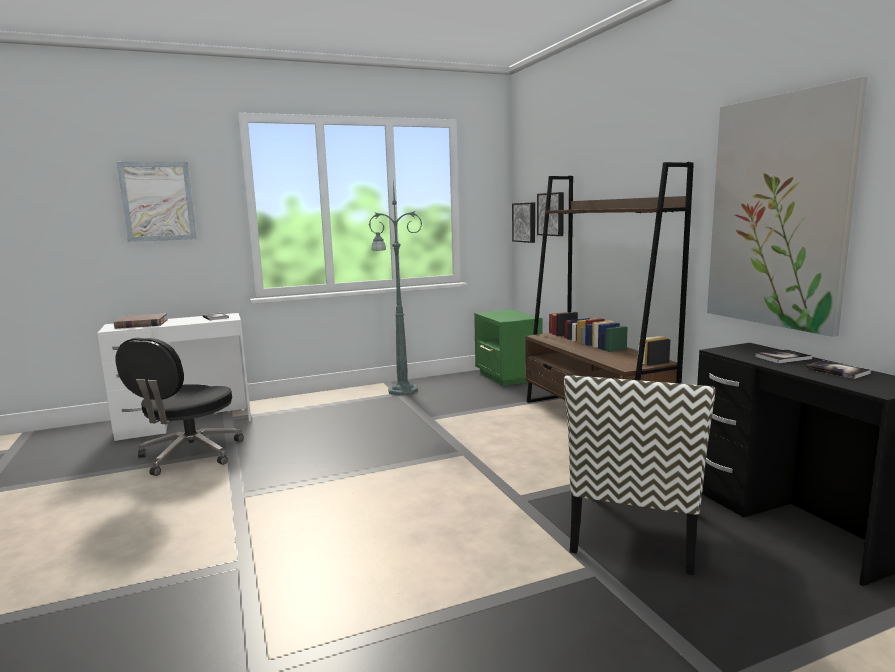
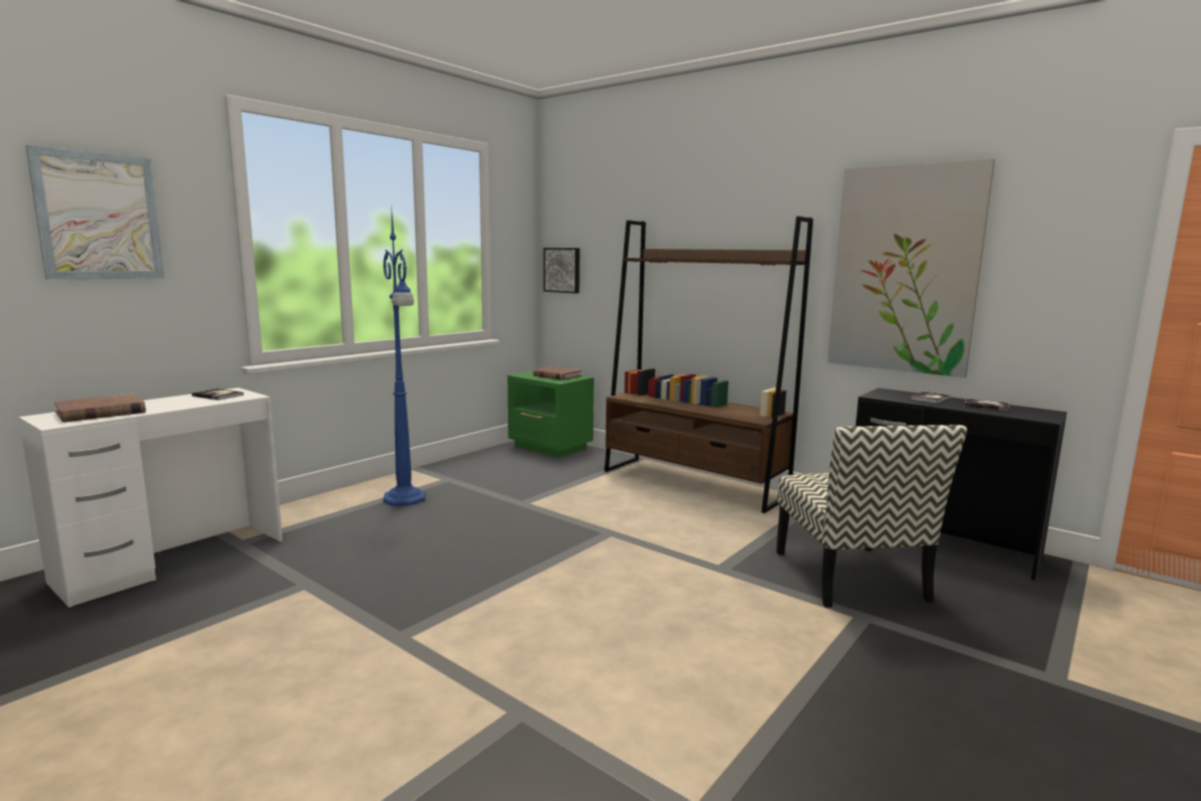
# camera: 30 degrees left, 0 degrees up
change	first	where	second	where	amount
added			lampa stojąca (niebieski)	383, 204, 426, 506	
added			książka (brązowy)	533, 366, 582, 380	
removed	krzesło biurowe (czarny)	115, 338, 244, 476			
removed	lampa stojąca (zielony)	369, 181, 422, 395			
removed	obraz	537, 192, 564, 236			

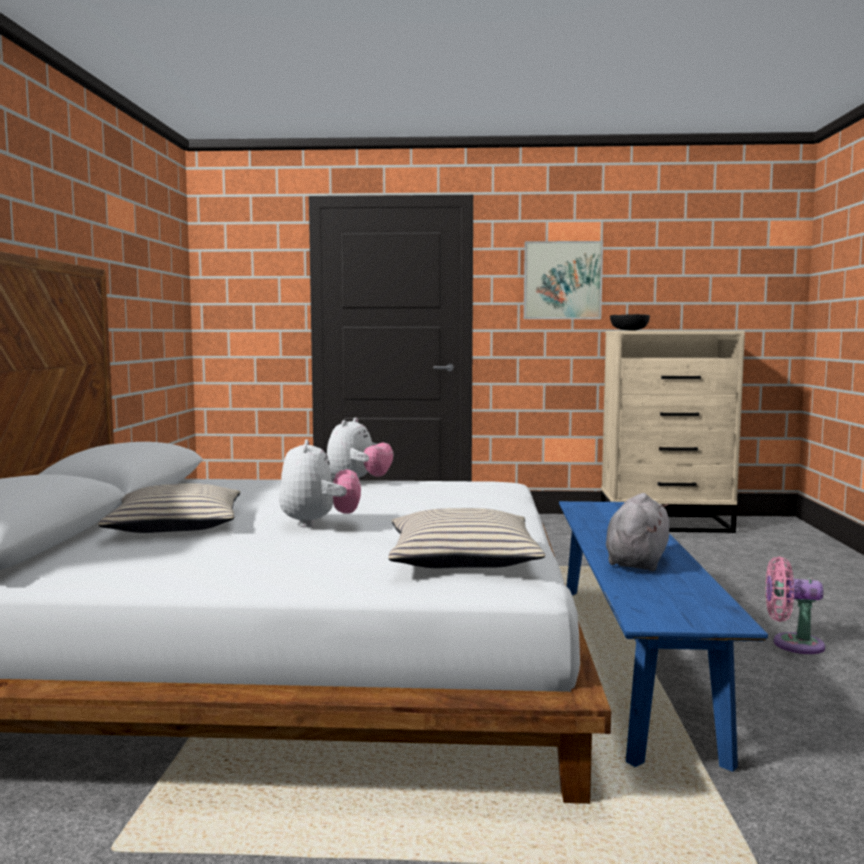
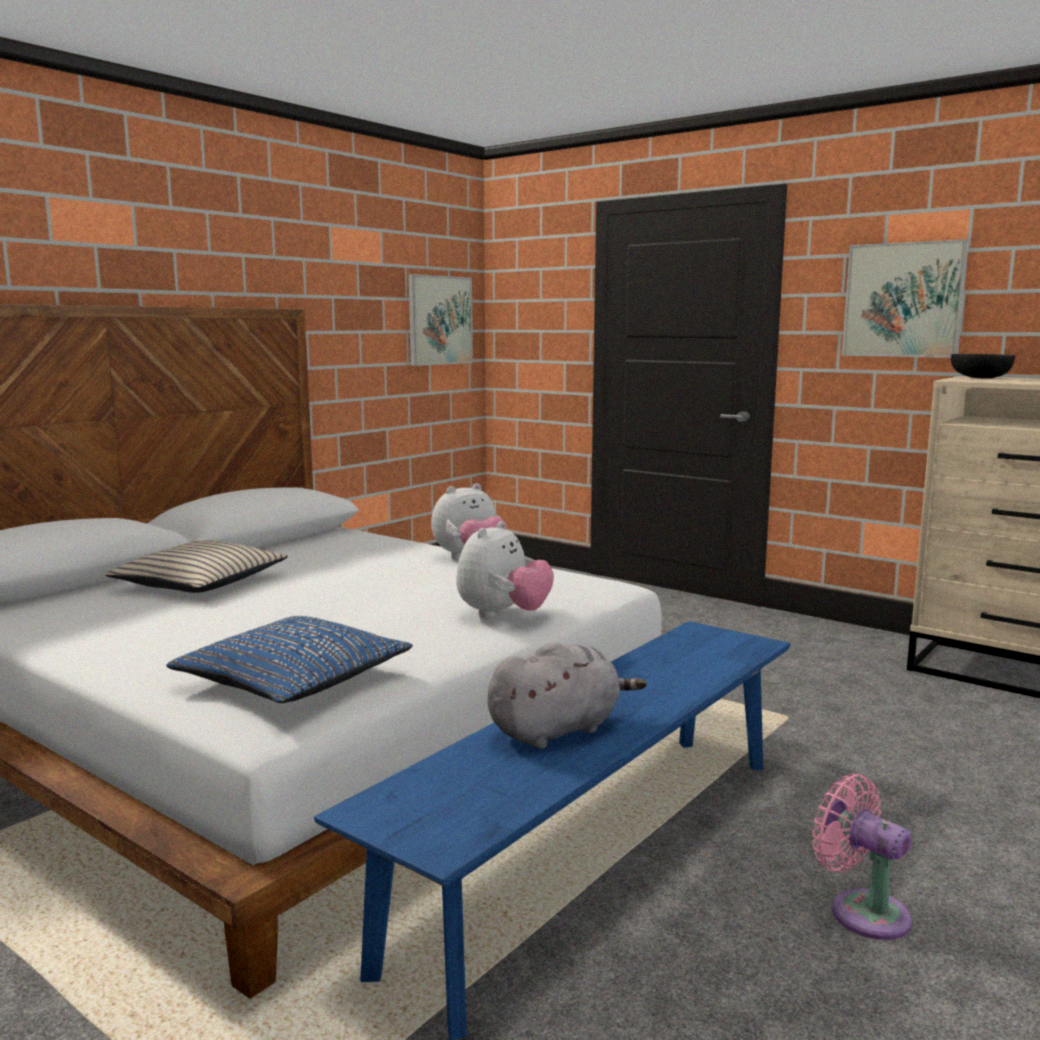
# camera: 35 degrees right, 5 degrees up
change	first	where	second	where	amount
recoloured	poduszka (beżowy)	388, 508, 545, 568	poduszka (niebieski)	167, 616, 413, 703	
added			obraz	408, 274, 473, 366	
moved	pluszak	279, 439, 361, 527		456, 521, 554, 619	

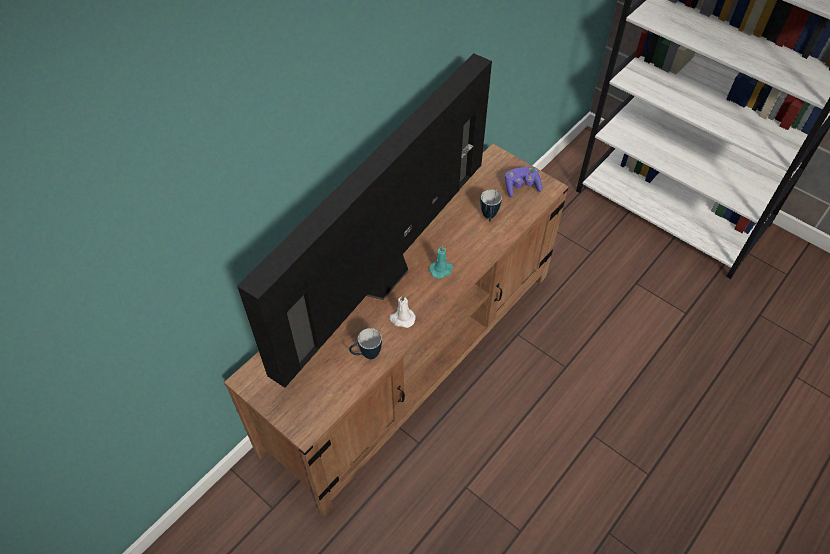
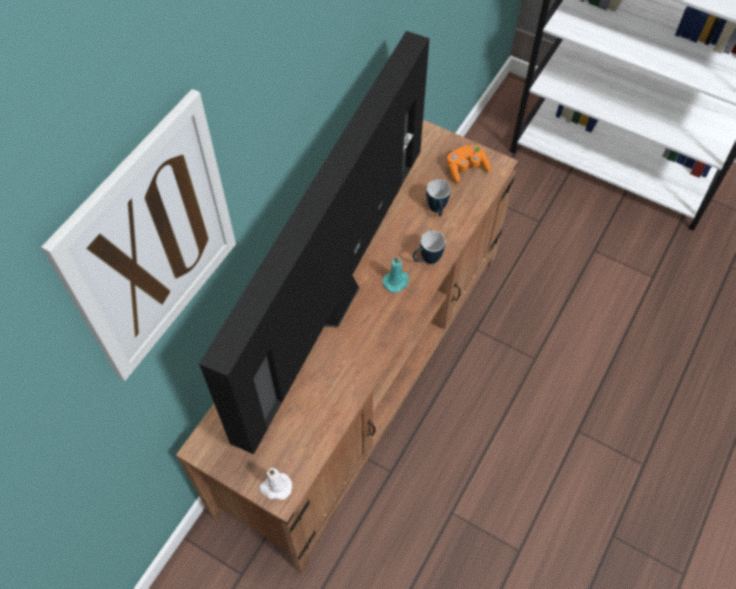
# camera: 10 degrees left, 5 degrees up
change	first	where	second	where	amount
added			obraz	41, 89, 236, 381	
moved	świeca (biały)	389, 295, 416, 328		259, 468, 292, 500	
moved	kubek	349, 328, 382, 359		413, 231, 446, 264	
recoloured	pad do gier (fioletowy)	505, 167, 542, 197	pad do gier (pomarańczowy)	447, 145, 491, 183	

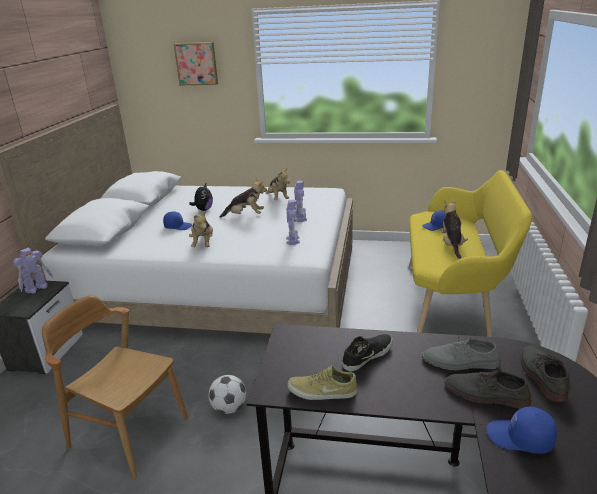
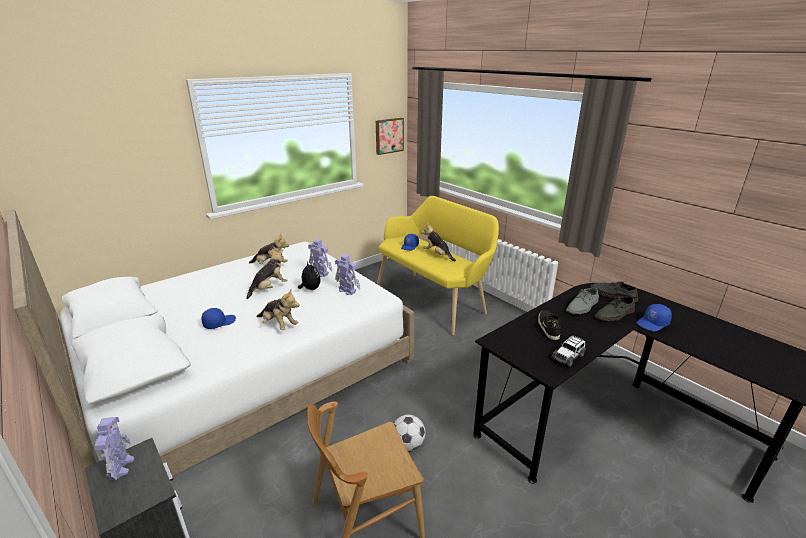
# camera: 50 degrees left, 0 degrees up
change	first	where	second	where	amount
moved	pluszak	189, 184, 213, 211		298, 262, 321, 290	
moved	obraz	174, 42, 218, 85		376, 118, 404, 155	
replaced	but (beżowy)	287, 365, 358, 400	samochodzik	552, 335, 586, 367	

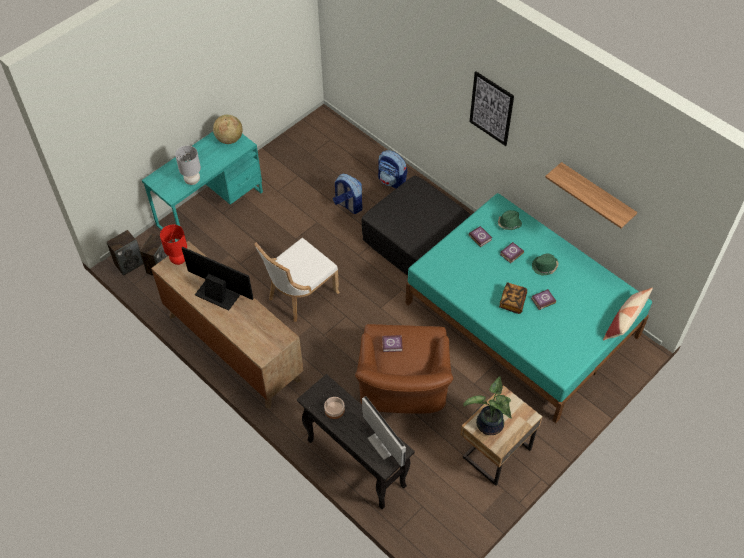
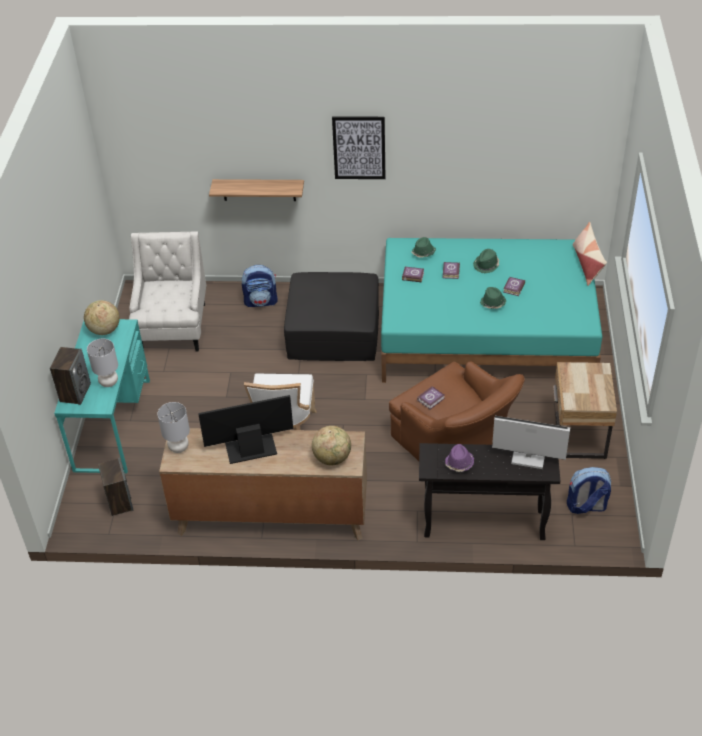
# camera: 40 degrees left, 10 degrees down
change	first	where	second	where	amount
moved	głośnik	107, 230, 143, 276		50, 347, 91, 405	
added			fotel (biały)	129, 231, 207, 351	
recoloured	lampa stołowa (czerwony)	160, 224, 187, 265	lampa stołowa (szary)	157, 402, 190, 453	
moved	półka	545, 162, 637, 228		209, 179, 304, 201	
added			globus	312, 426, 351, 466	
replaced	miska	324, 397, 345, 419	kapelusz (fioletowy)	445, 444, 474, 472	
replaced	książka	499, 282, 527, 314	kapelusz (zielony)	480, 287, 506, 309	
moved	plecak	333, 174, 362, 214		567, 467, 611, 514	
removed	roślina doniczkowa	463, 376, 512, 435			

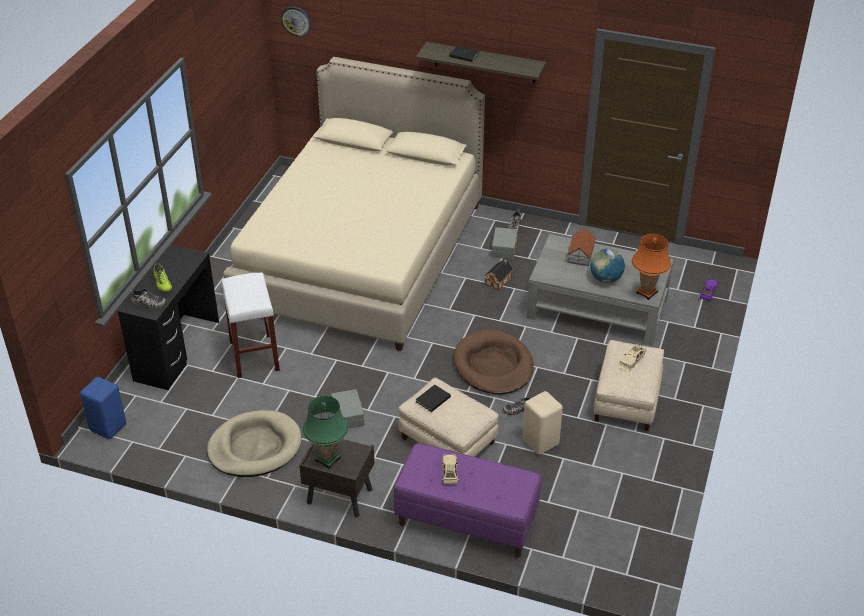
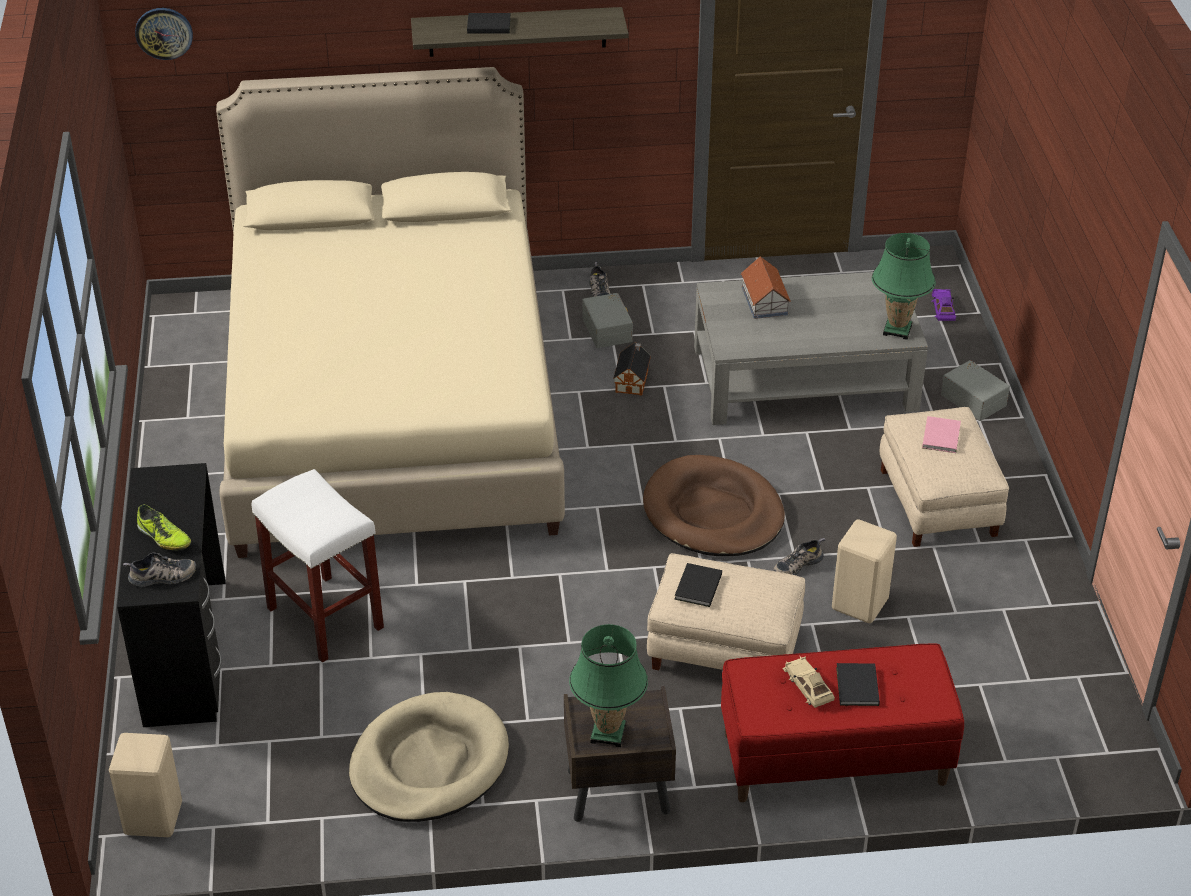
# camera: 25 degrees left, 0 degrees up
change	first	where	second	where	amount
recoloured	stołek (niebieski)	80, 377, 126, 439	stołek (beżowy)	109, 733, 182, 837	
recoloured	ławka (fioletowy)	394, 443, 542, 558	ławka (czerwony)	721, 643, 964, 802	
added			książka (czarny)	836, 663, 880, 706	
recoloured	lampa stołowa (pomarańczowy)	632, 234, 671, 300	lampa stołowa (zielony)	872, 233, 936, 340	
replaced	samochodzik (beżowy)	618, 344, 646, 372	książka (różowy)	922, 416, 961, 453	
moved	pojemnik do przechowywania (szary)	331, 389, 364, 429		941, 360, 1010, 421	
removed	globus	590, 249, 625, 283			

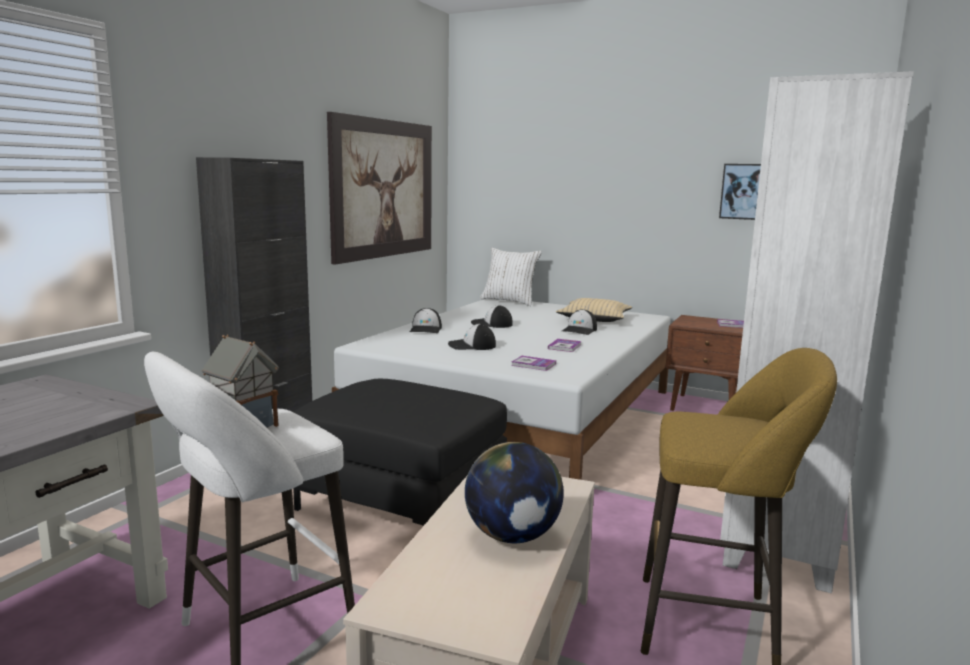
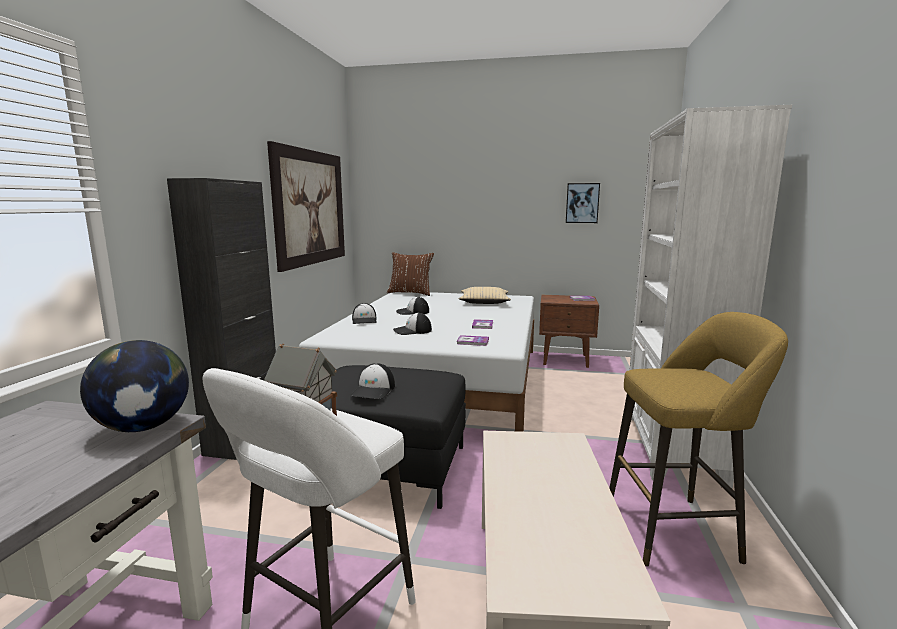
# camera: 15 degrees left, 0 degrees up
change	first	where	second	where	amount
moved	globus	465, 442, 564, 543		80, 340, 189, 432	
moved	czapka z daszkiem	562, 309, 597, 335		351, 363, 395, 399	
recoloured	poduszka (biały)	480, 247, 542, 306	poduszka (brązowy)	387, 252, 434, 296	

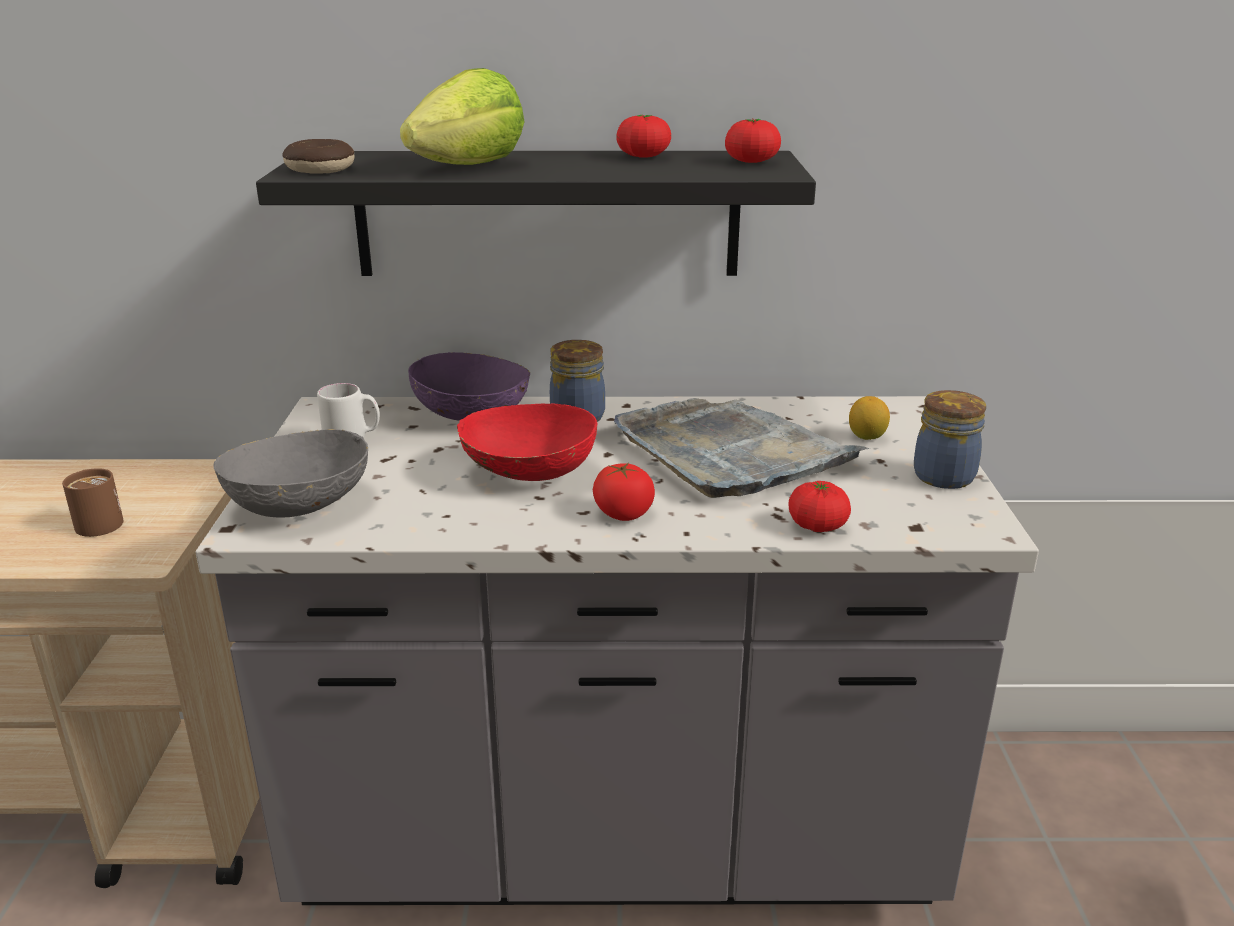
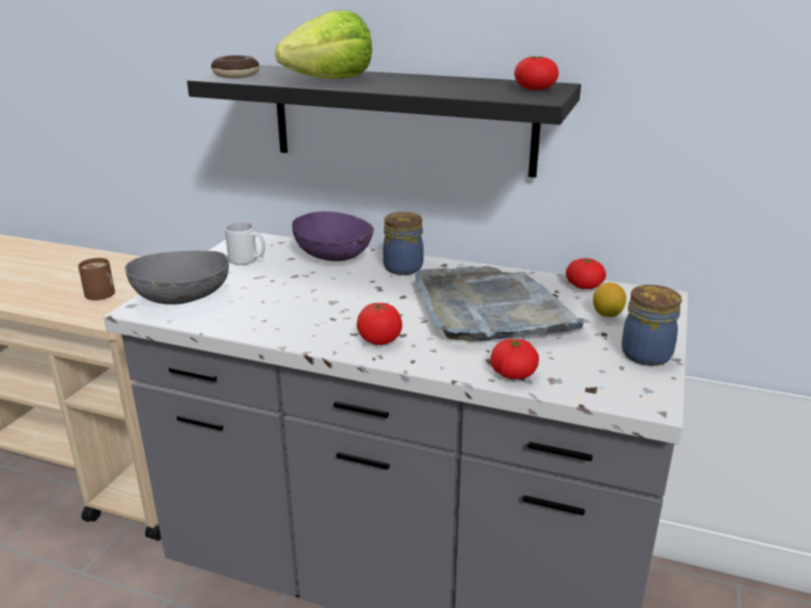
# camera: 20 degrees right, 0 degrees up
change	first	where	second	where	amount
moved	pomidor	616, 114, 671, 158		566, 258, 606, 289	
removed	miska (czerwony)	457, 404, 597, 481			

